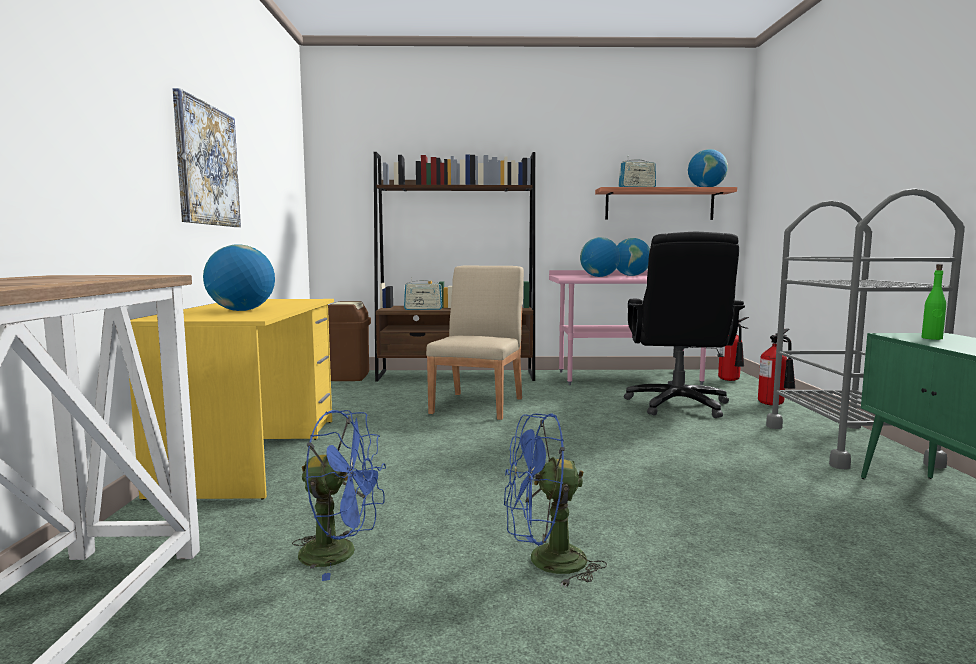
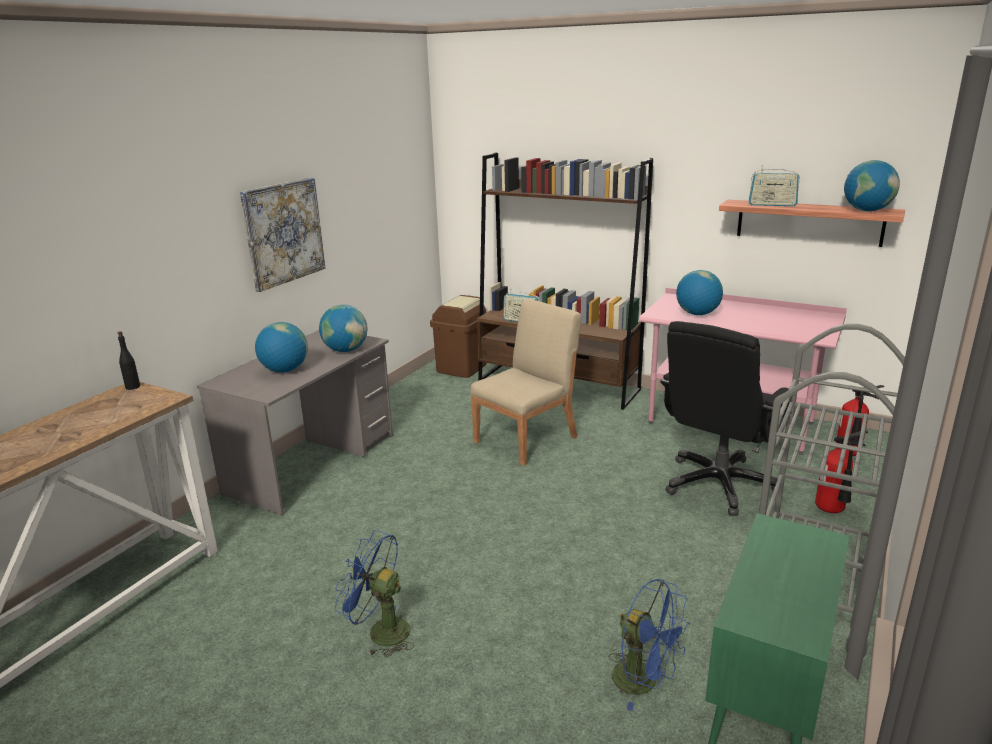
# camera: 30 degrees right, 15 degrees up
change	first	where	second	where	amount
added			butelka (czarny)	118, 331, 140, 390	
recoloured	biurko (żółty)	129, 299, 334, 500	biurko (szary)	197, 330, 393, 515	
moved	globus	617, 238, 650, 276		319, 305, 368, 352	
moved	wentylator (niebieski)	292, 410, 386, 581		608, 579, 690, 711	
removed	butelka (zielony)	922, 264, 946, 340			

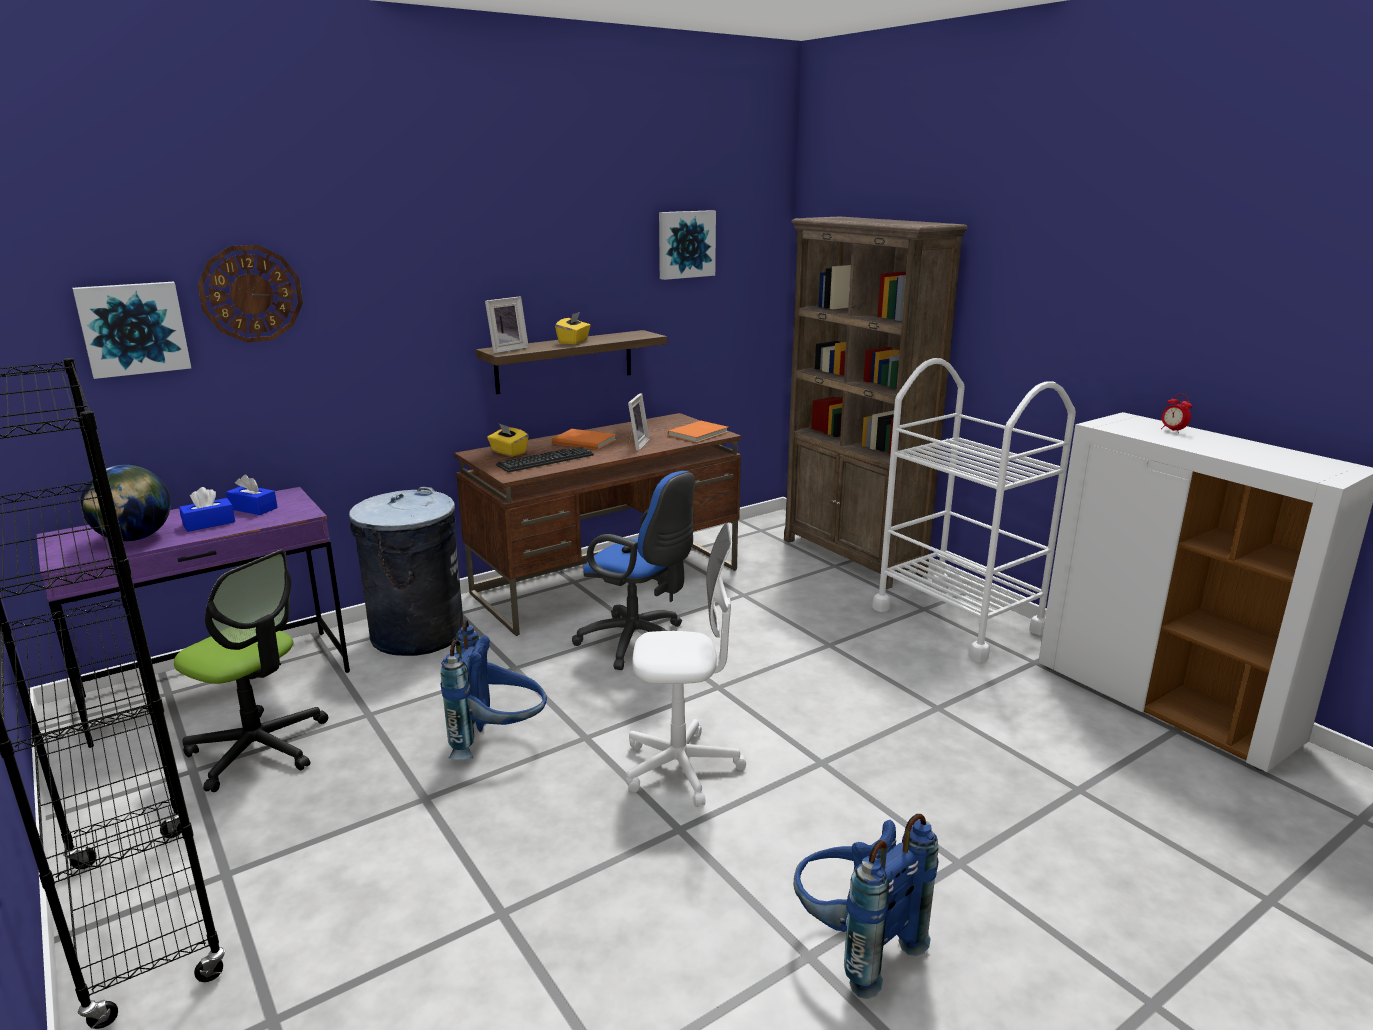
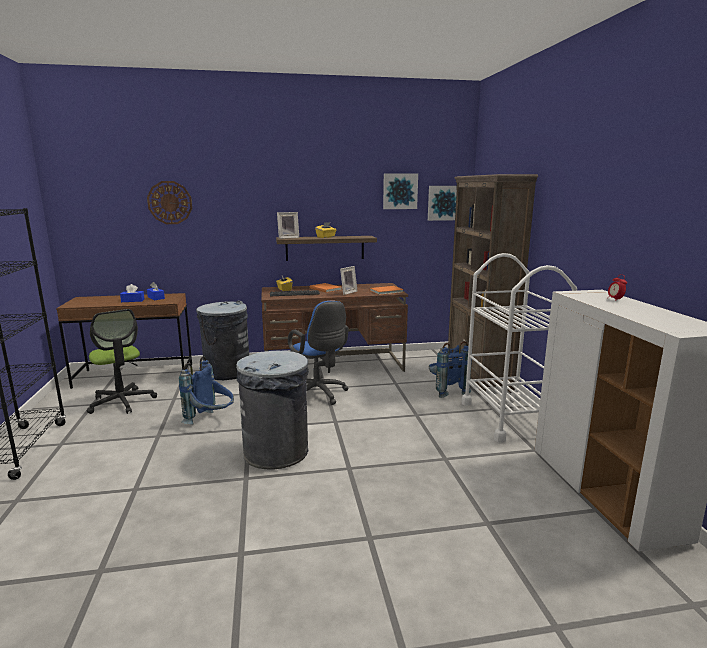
# camera: 25 degrees right, 5 degrees down
change	first	where	second	where	amount
recoloured	biurko (fioletowy)	37, 487, 350, 748	biurko (brązowy)	56, 293, 192, 389	
replaced	krzesło biurowe (biały)	626, 523, 746, 807	kosz na śmieci (szary)	236, 351, 309, 469	
moved	obraz	72, 282, 191, 379		428, 186, 457, 221	
moved	plecak (niebieski)	794, 814, 938, 999		429, 341, 472, 398	
removed	globus	81, 465, 171, 541			

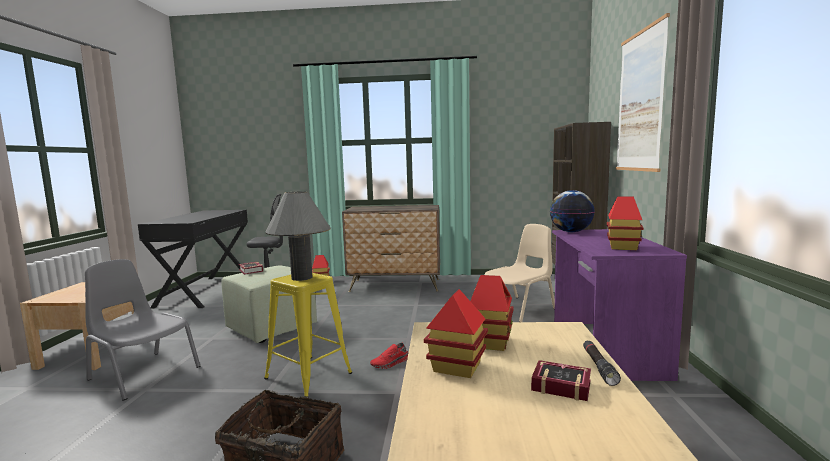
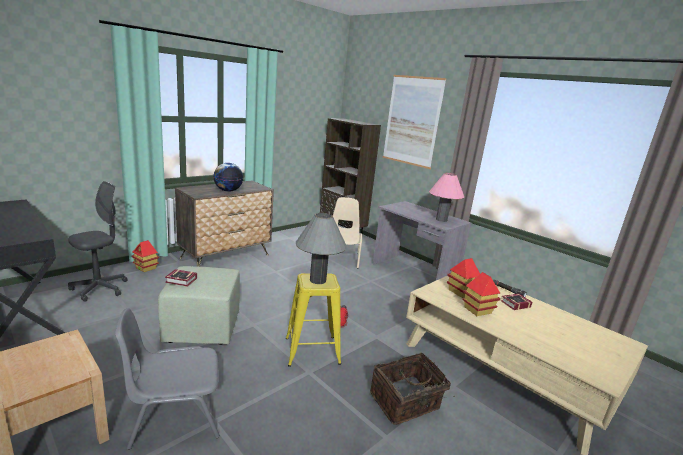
# camera: 50 degrees left, 10 degrees up
change	first	where	second	where	amount
moved	globus	550, 190, 595, 232		213, 163, 243, 192	
recoloured	biurko (fioletowy)	552, 229, 687, 381	biurko (szary)	373, 201, 471, 280	
replaced	domek	607, 196, 644, 250	lampa stołowa (różowy)	429, 173, 464, 222	

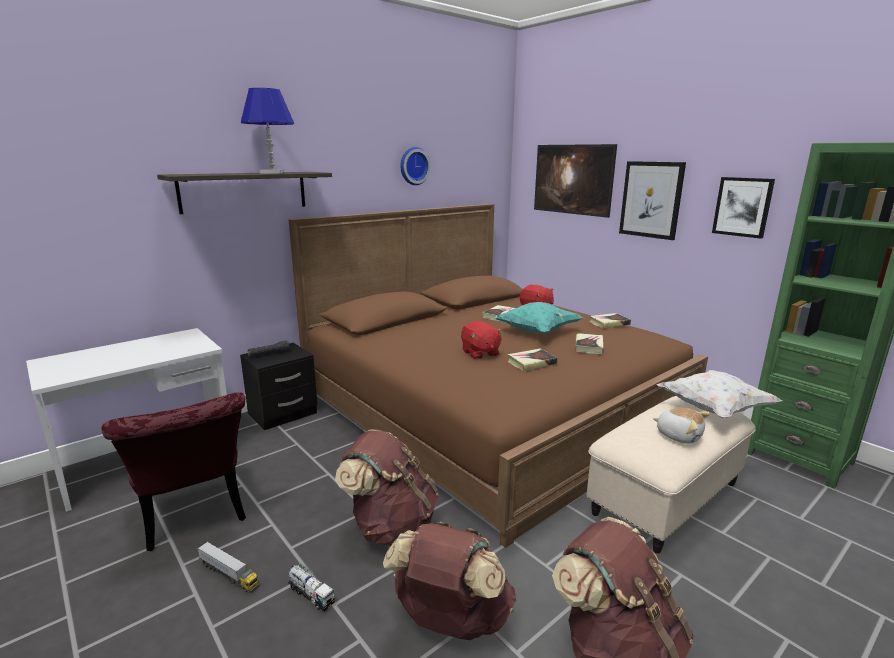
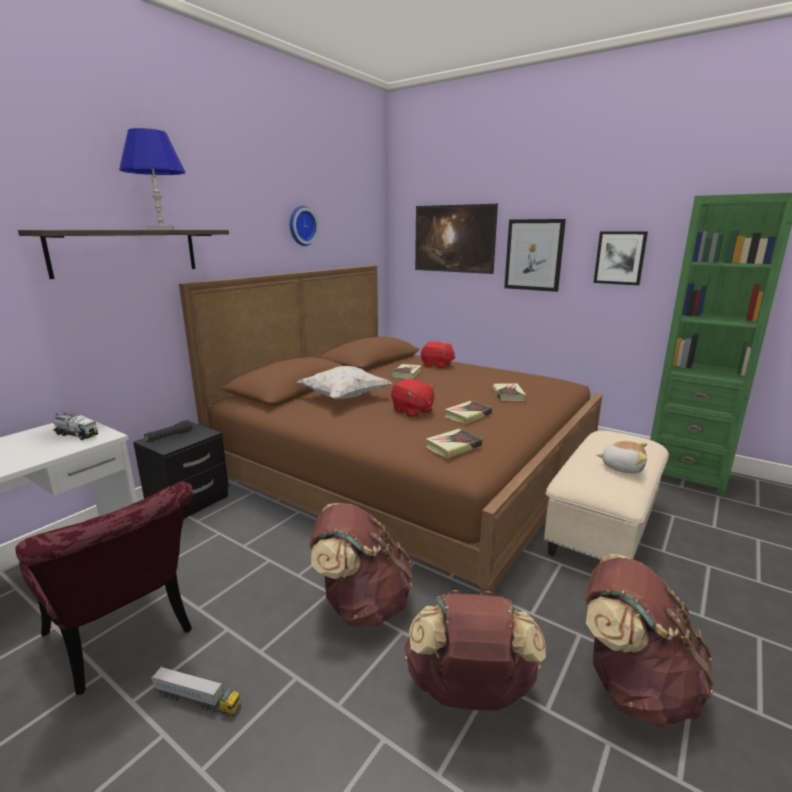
# camera: 15 degrees left, 0 degrees up
change	first	where	second	where	amount
moved	ciężarówka zabawkowa	288, 563, 335, 611		53, 412, 98, 440	
moved	poduszka (biały)	657, 370, 782, 418		297, 366, 392, 400	
moved	książka	589, 313, 631, 329		426, 429, 483, 459	
removed	poduszka (turkusowy)	493, 302, 584, 334			

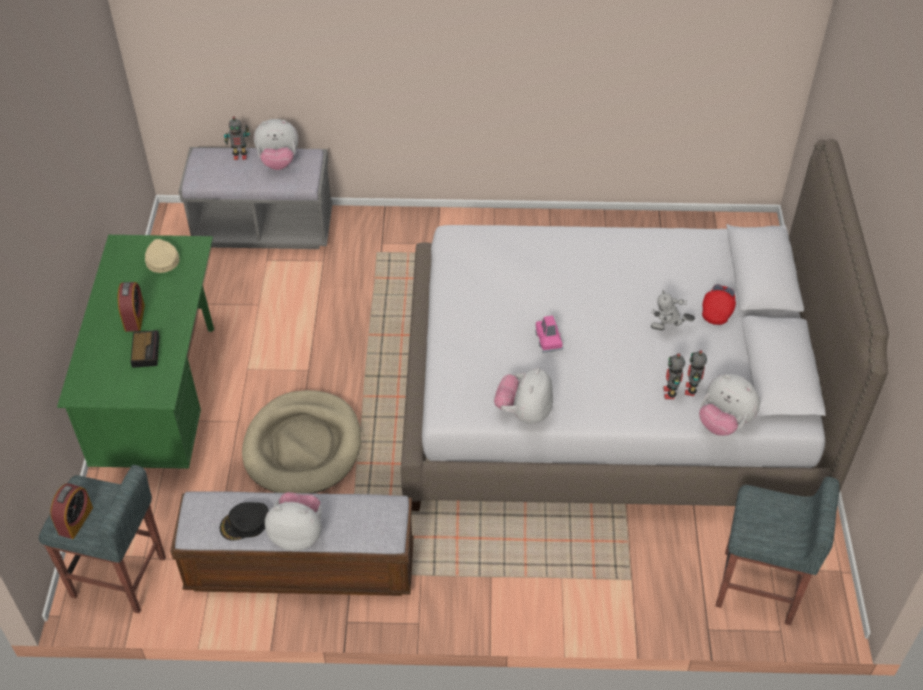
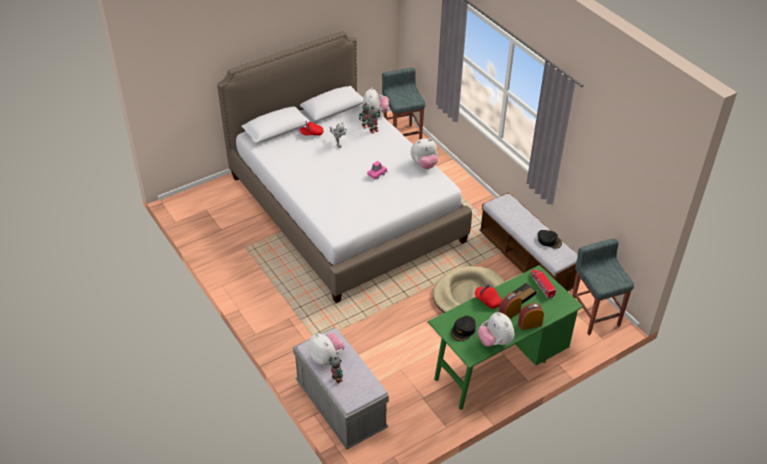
# camera: 125 degrees left, 5 degrees down
change	first	where	second	where	amount
recoloured	czapka z daszkiem (beżowy)	145, 239, 180, 273	czapka z daszkiem (czarny)	451, 316, 476, 341	
added			czapka z daszkiem (czerwony)	475, 284, 501, 309	
moved	pluszak	265, 492, 322, 551		478, 312, 515, 347	
moved	budzik	50, 483, 93, 539		518, 303, 544, 330	
added			ciężarówka zabawkowa	530, 269, 556, 299	

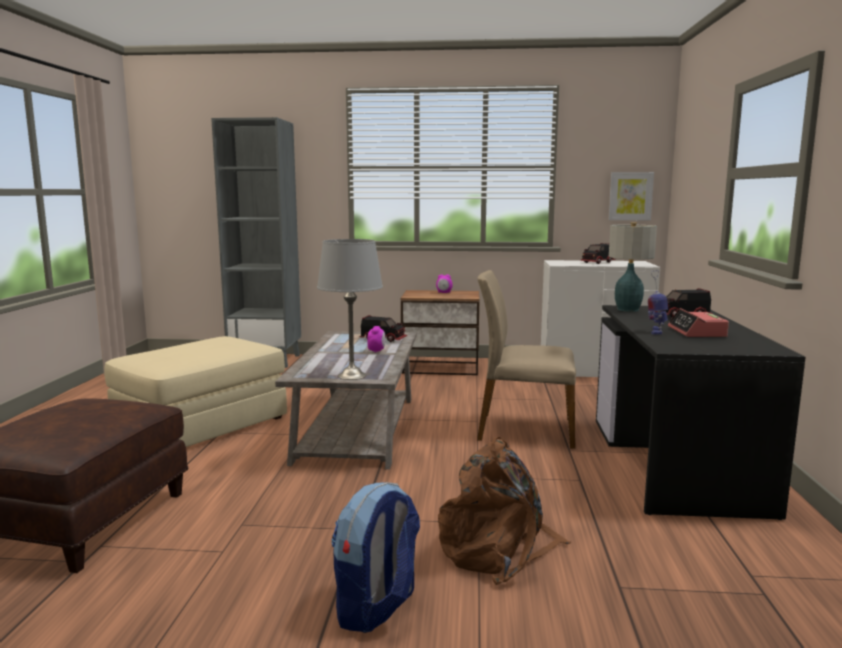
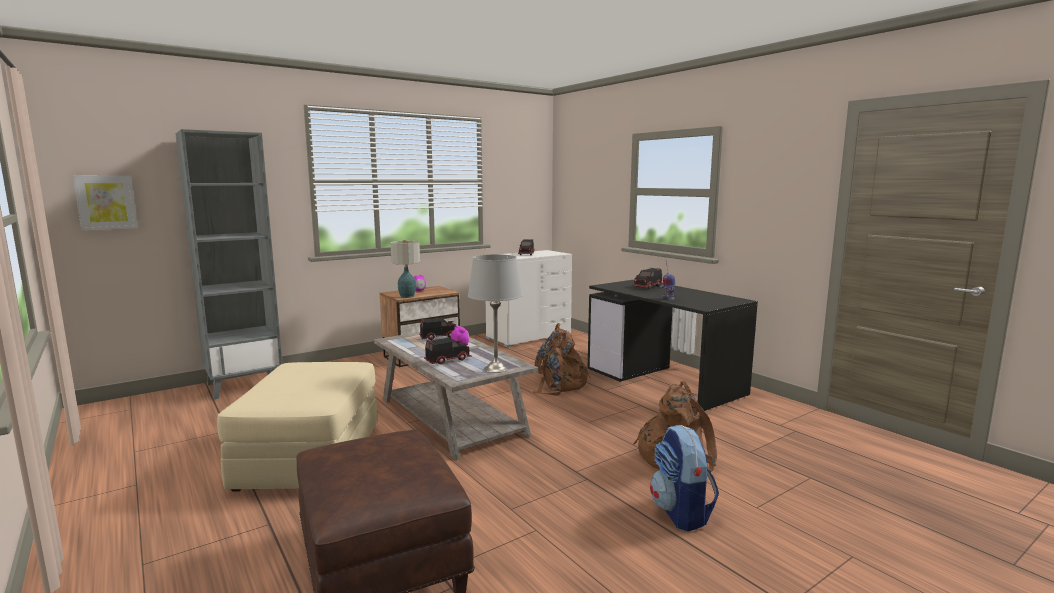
# camera: 40 degrees left, 0 degrees up
change	first	where	second	where	amount
moved	obraz	609, 172, 654, 220		73, 175, 138, 231	
moved	lampa stołowa	609, 222, 657, 312		390, 240, 420, 298	
added			ciężarówka zabawkowa	424, 337, 473, 364	
replaced	krzesło (beżowy)	477, 270, 576, 449	plecak (brązowy)	533, 323, 591, 396	
removed	budzik	668, 308, 729, 337			

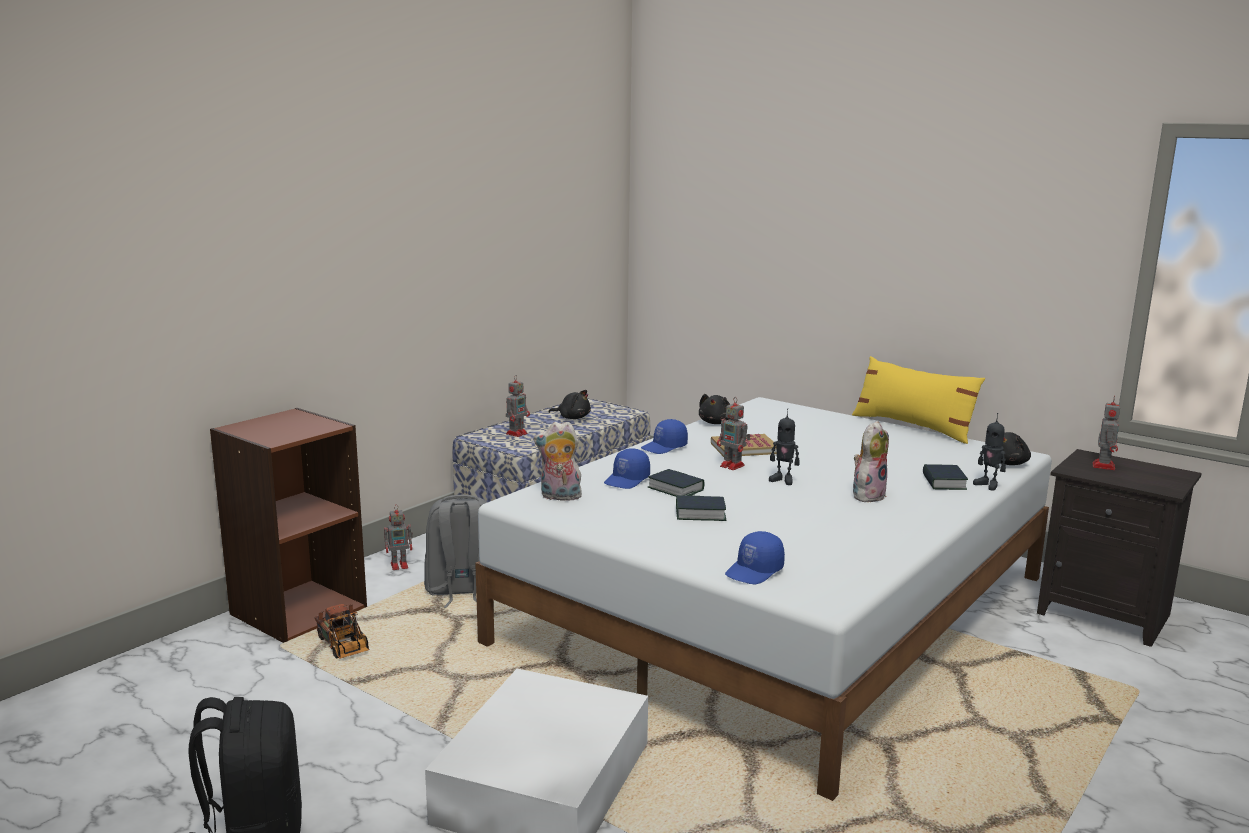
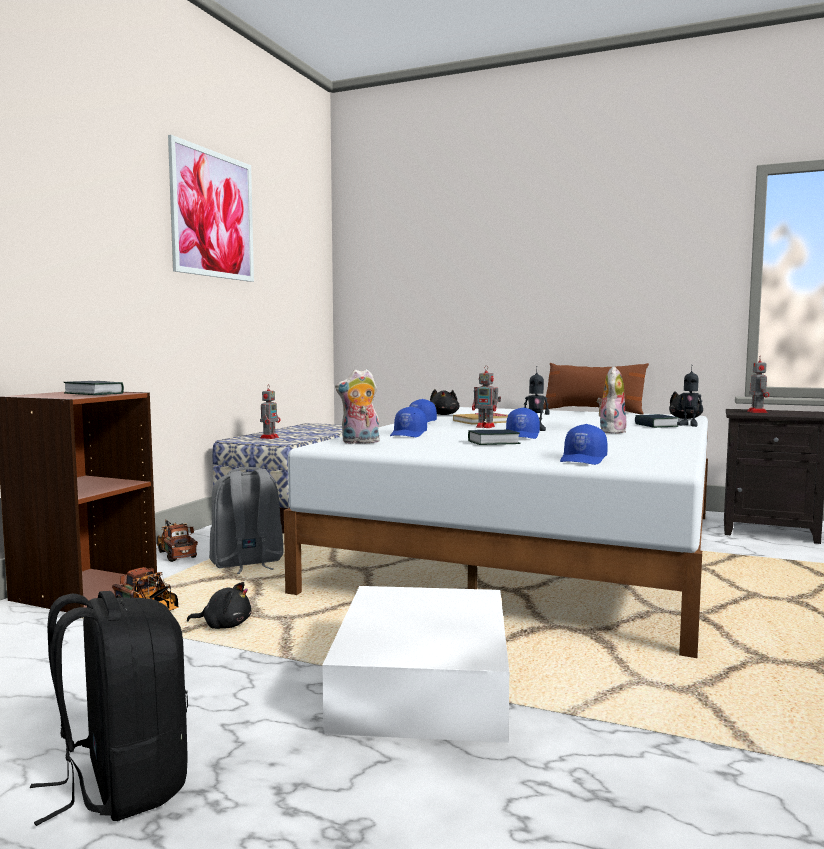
# camera: 15 degrees left, 10 degrees down
change	first	where	second	where	amount
moved	książka	648, 469, 705, 497		63, 381, 124, 395	
replaced	robot zabawkowy	384, 505, 413, 570	ciężarówka zabawkowa	157, 520, 198, 562	
added			obraz	168, 135, 254, 282	
moved	pluszak (czarny)	548, 390, 591, 419		187, 582, 251, 629	
added			czapka z daszkiem (niebieski)	506, 407, 540, 439	
recoloured	poduszka (żółty)	852, 356, 985, 444	poduszka (brązowy)	542, 363, 649, 414	

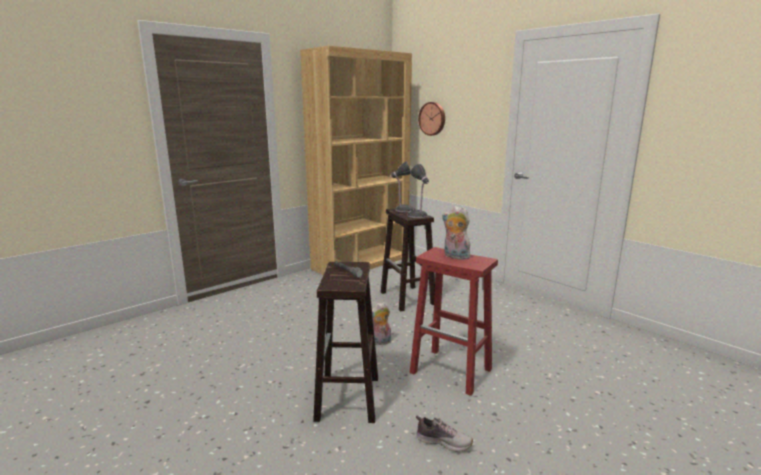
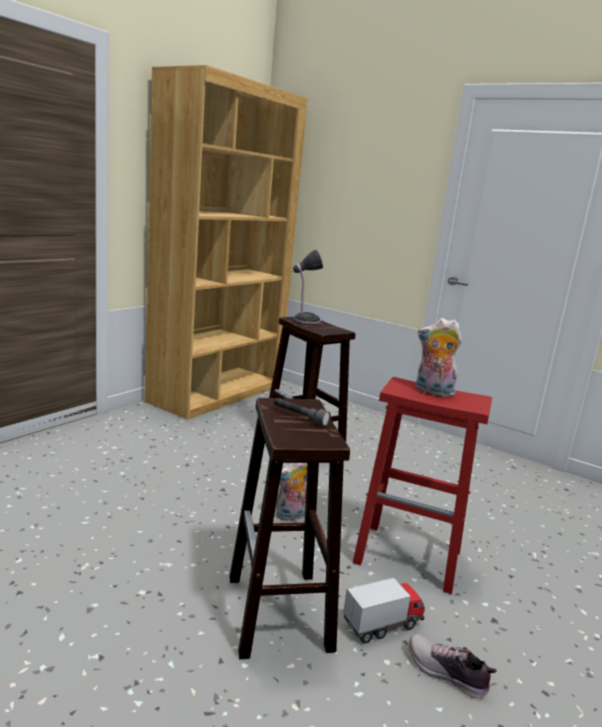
# camera: 15 degrees left, 0 degrees up
change	first	where	second	where	amount
added			ciężarówka zabawkowa	343, 578, 425, 644	
turned	but	416, 416, 473, 452		409, 634, 497, 698	150 degrees counterclockwise
removed	lampa stołowa	408, 164, 429, 218			
removed	zegar ścienny	418, 102, 445, 136			

